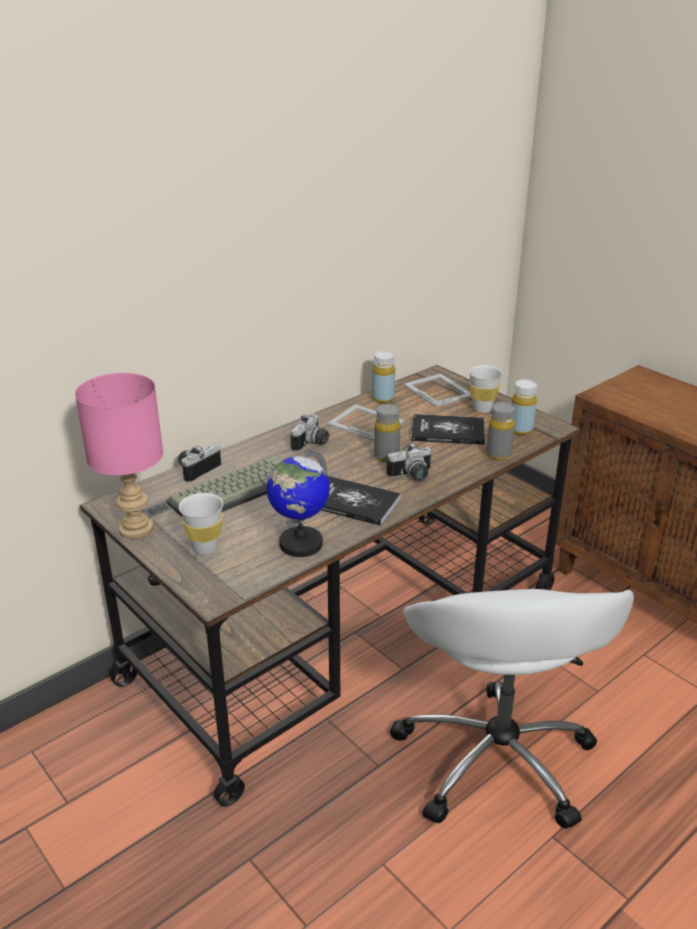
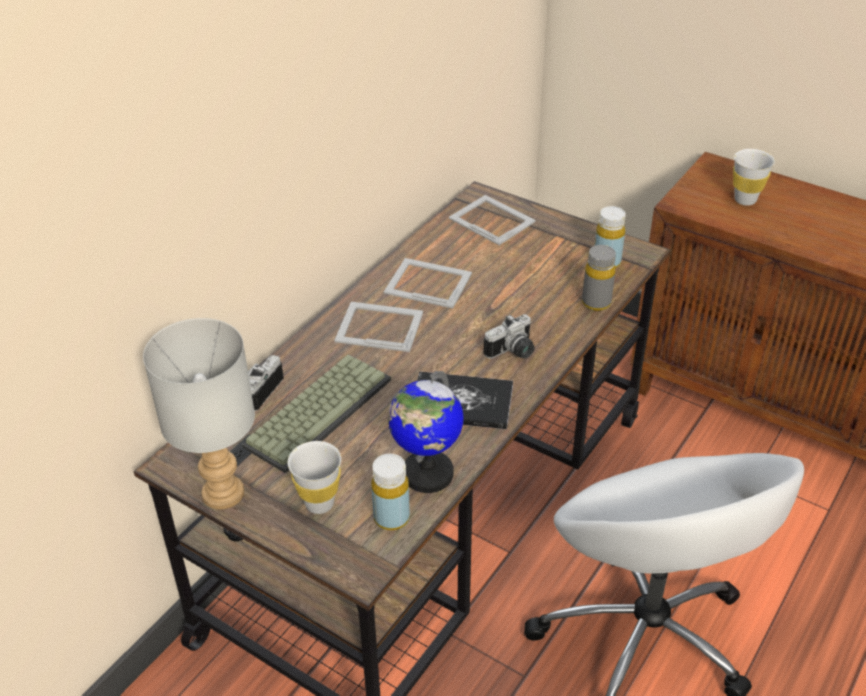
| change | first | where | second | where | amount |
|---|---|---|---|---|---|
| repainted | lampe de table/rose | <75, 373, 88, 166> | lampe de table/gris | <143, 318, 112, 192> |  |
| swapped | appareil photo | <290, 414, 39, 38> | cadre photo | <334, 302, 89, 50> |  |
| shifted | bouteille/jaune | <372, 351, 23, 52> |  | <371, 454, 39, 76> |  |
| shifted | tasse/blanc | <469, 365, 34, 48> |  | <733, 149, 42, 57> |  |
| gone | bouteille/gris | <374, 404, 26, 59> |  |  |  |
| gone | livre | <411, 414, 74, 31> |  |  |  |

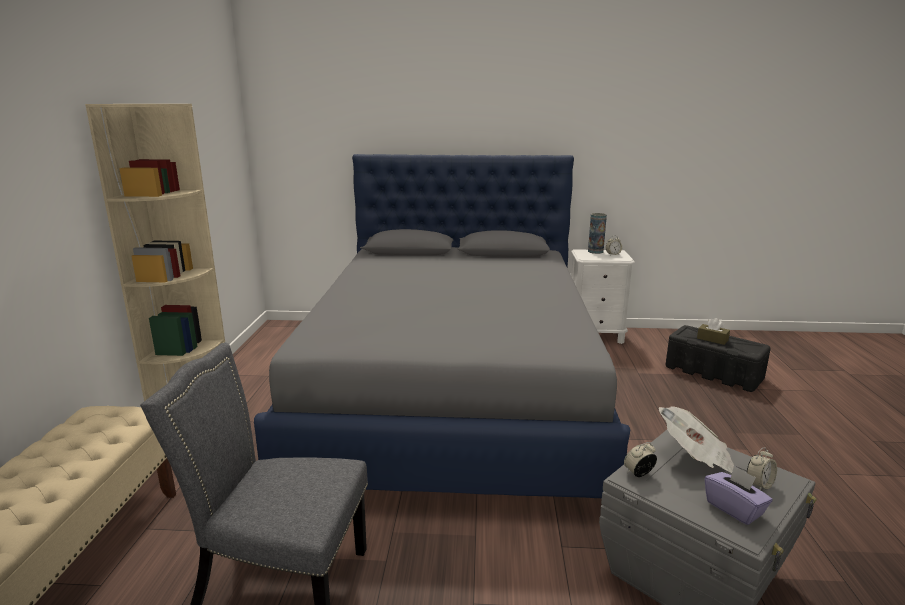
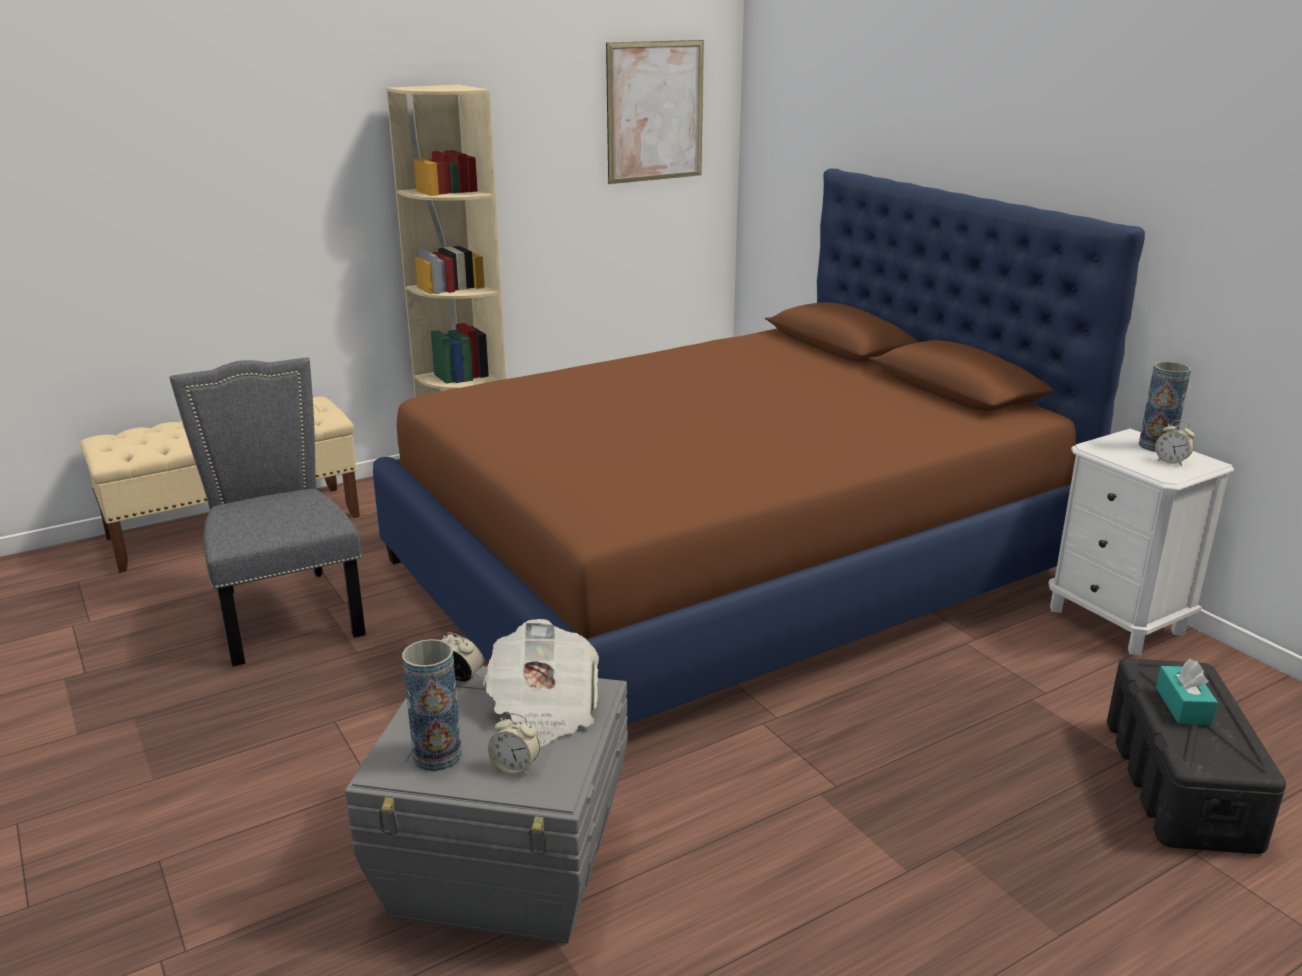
| change | first | where | second | where | amount |
|---|---|---|---|---|---|
| repainted | lit/gris | <254, 154, 376, 344> | lit/marron | <373, 168, 772, 556> |  |
| swapped | boîte à mouchoirs/violet | <705, 465, 68, 60> | vase | <402, 639, 60, 132> |  |
| new |  |  | tableau | <606, 40, 98, 144> |  |
| repainted | boîte à mouchoirs/marron | <697, 318, 33, 27> | boîte à mouchoirs/turquoise | <1156, 658, 62, 67> |  |

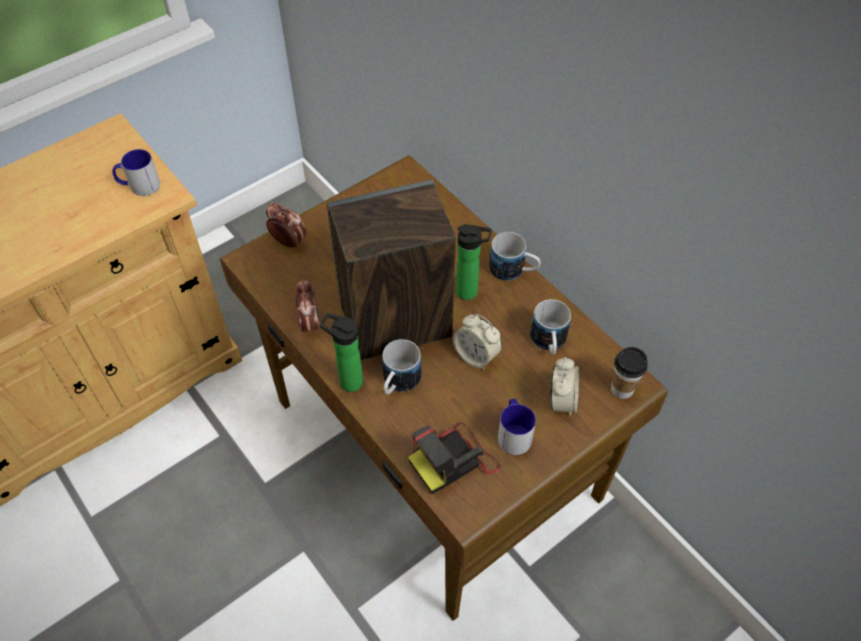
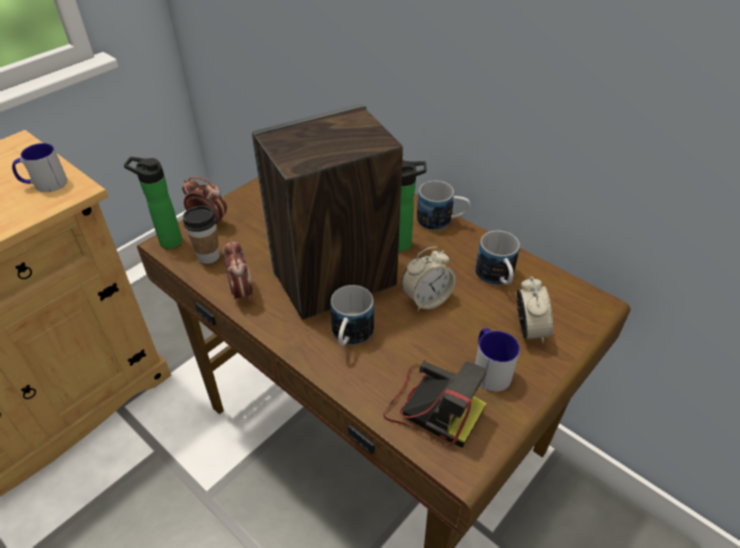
| change | first | where | second | where | amount |
|---|---|---|---|---|---|
| shifted | bouteille | <320, 313, 43, 79> |  | <124, 157, 58, 92> |  |
| shifted | tasse | <611, 347, 37, 52> |  | <183, 206, 37, 58> |  |
| rotated | appareil photo | <408, 422, 93, 72> |  | <383, 360, 104, 88> | 105 degrees counterclockwise |
| rotated | réveil | <453, 314, 49, 56> |  | <402, 247, 54, 65> | 60 degrees counterclockwise |

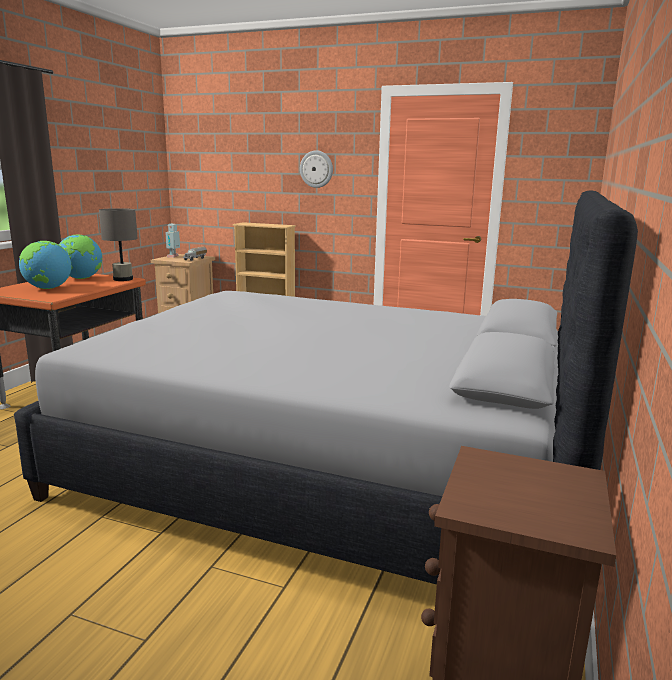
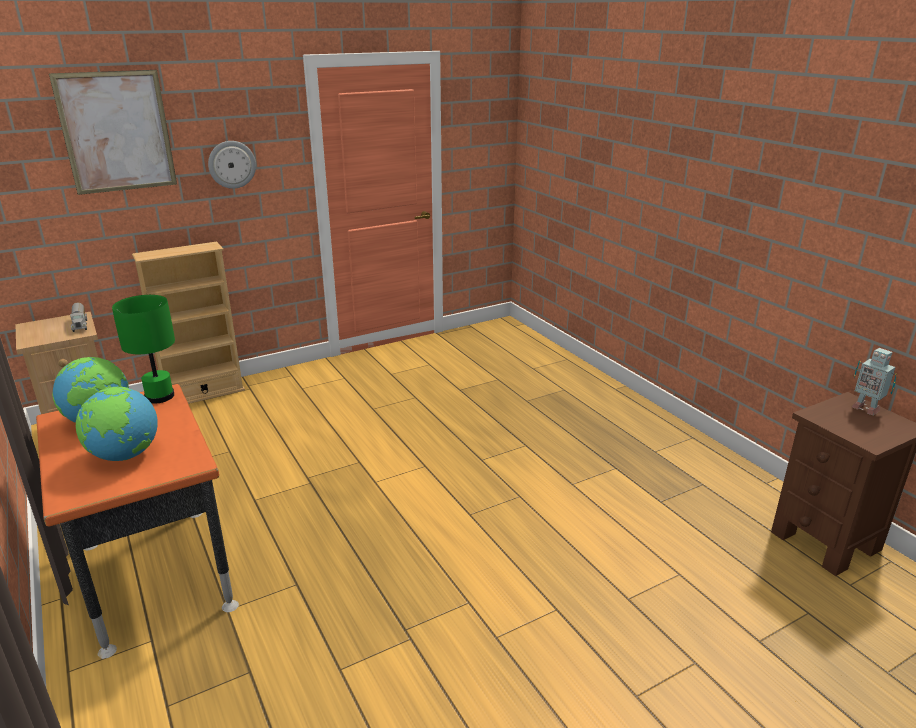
| change | first | where | second | where | amount |
|---|---|---|---|---|---|
| new |  |  | tableau | <49, 70, 128, 125> |  |
| repainted | lampe de table/gris | <99, 208, 38, 73> | lampe de table/vert | <112, 295, 63, 108> |  |
| shifted | robot jouet | <165, 223, 15, 35> |  | <852, 348, 45, 68> |  |
| gone | lit/gris | <14, 190, 624, 395> |  |  |  |

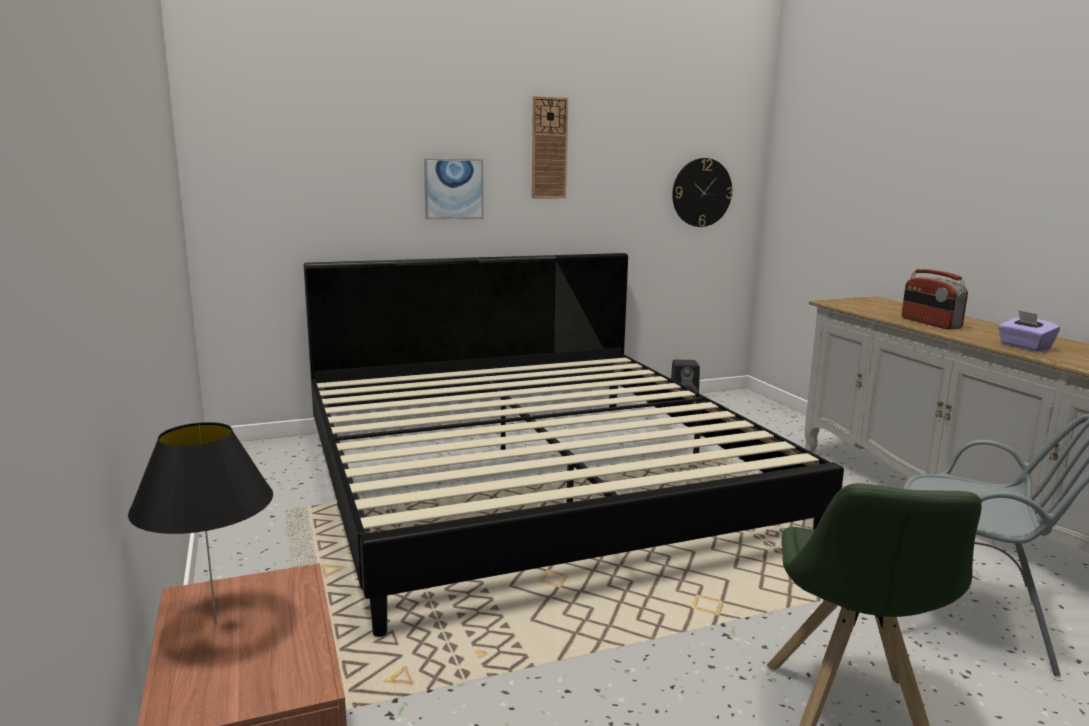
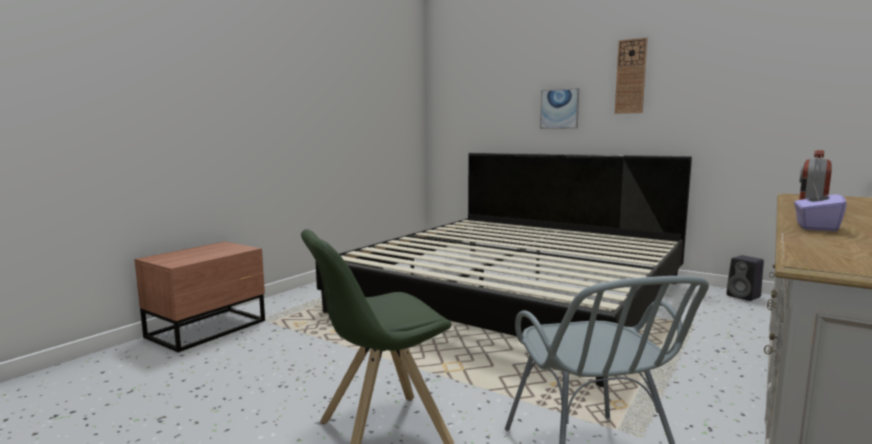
| change | first | where | second | where | amount |
|---|---|---|---|---|---|
| gone | lampe de table/noir | <128, 422, 145, 203> |  |  |  |
| gone | horloge murale | <672, 158, 61, 69> |  |  |  |

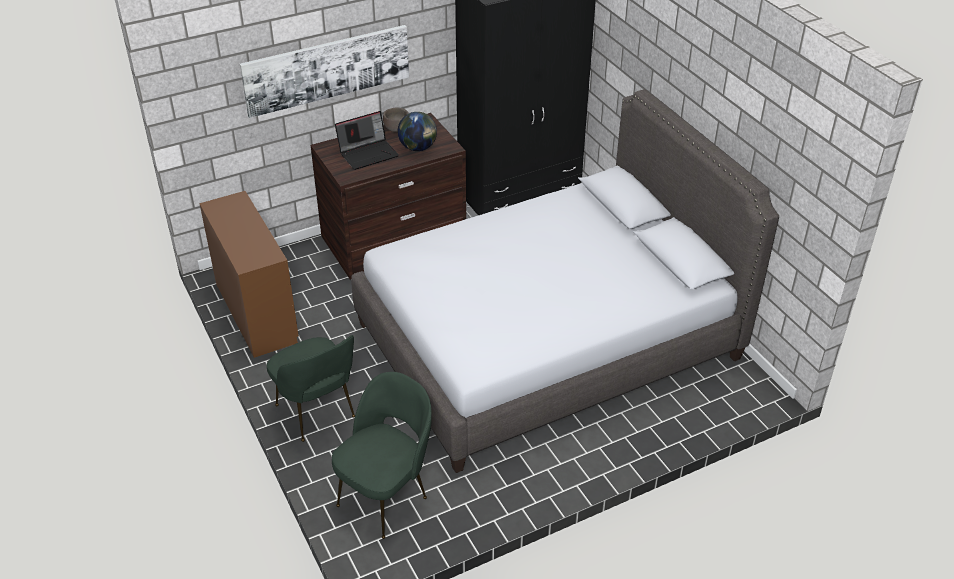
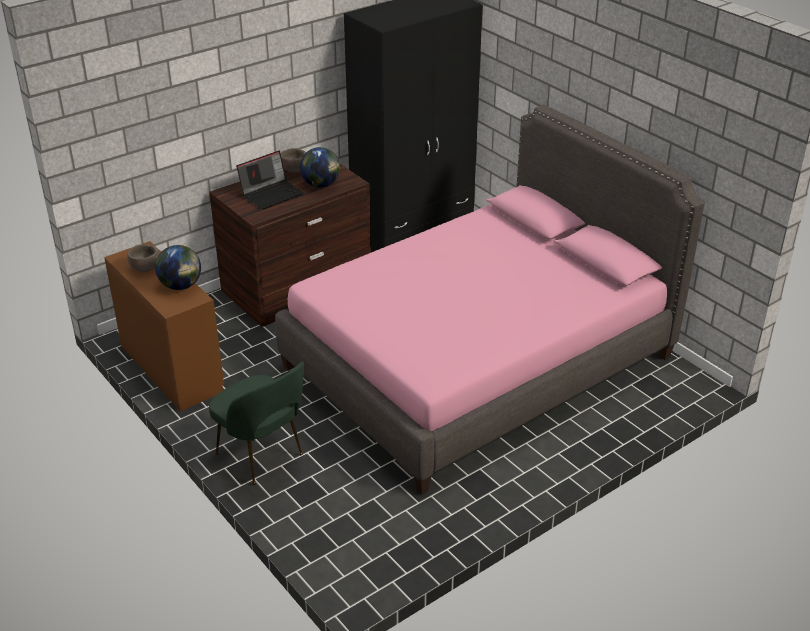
| change | first | where | second | where | amount |
|---|---|---|---|---|---|
| new |  |  | bol/marron | <127, 244, 32, 28> |  |
| new |  |  | globe | <155, 245, 46, 45> |  |
| repainted | lit/gris | <351, 89, 428, 384> | lit/rose | <275, 105, 430, 390> |  |
| gone | tableau | <240, 25, 169, 93> |  |  |  |
| gone | chaise/vert | <332, 372, 100, 167> |  |  |  |

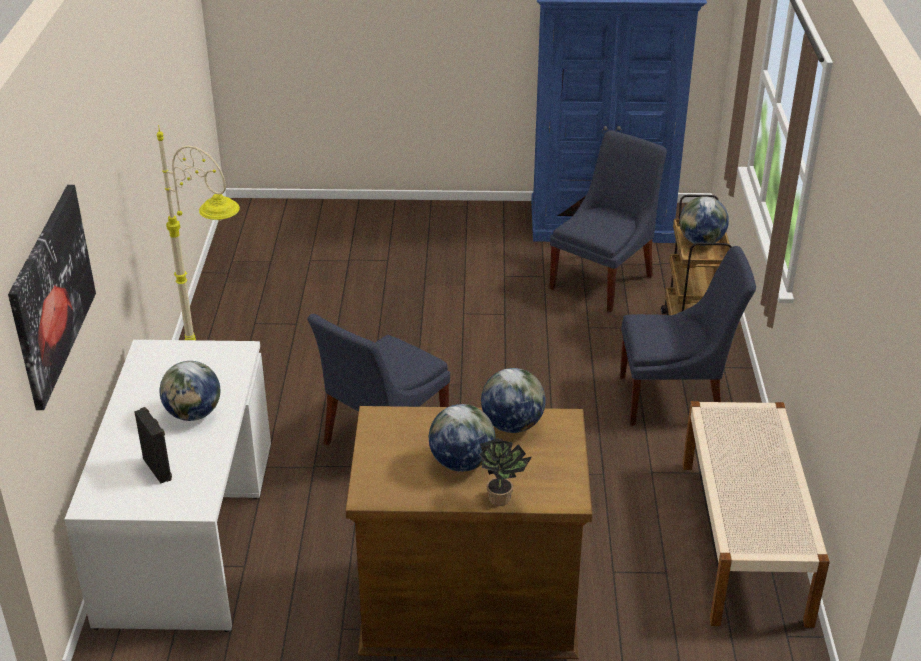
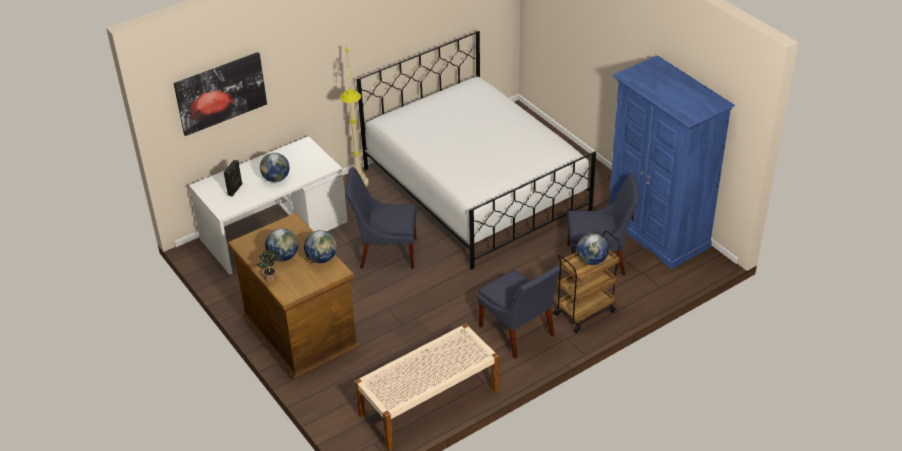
| change | first | where | second | where | amount |
|---|---|---|---|---|---|
| new |  |  | lit/blanc | <356, 31, 240, 239> |  |

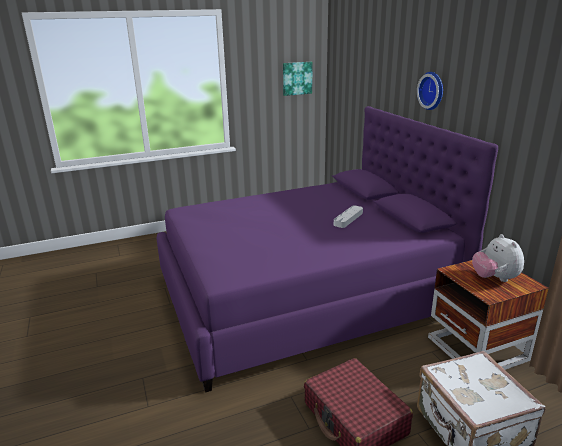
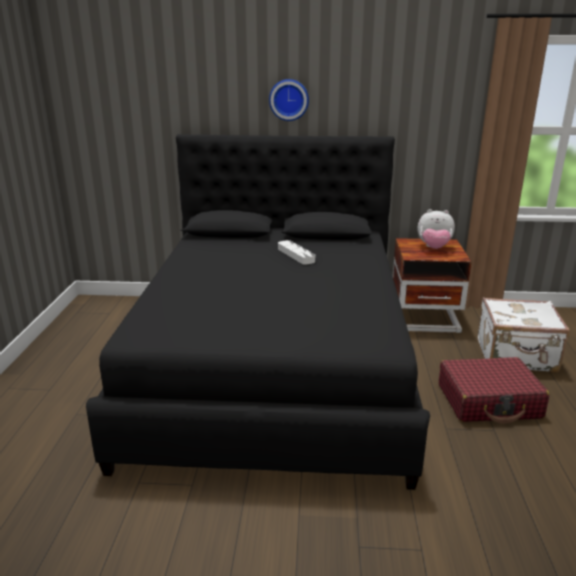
| change | first | where | second | where | amount |
|---|---|---|---|---|---|
| repainted | lit/violet | <156, 106, 342, 287> | lit/noir | <86, 134, 344, 356> |  |
| gone | tableau | <283, 62, 29, 34> |  |  |  |

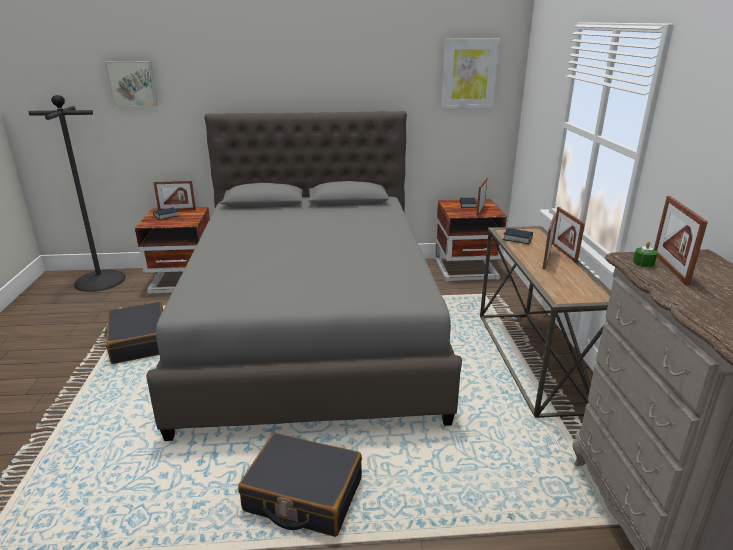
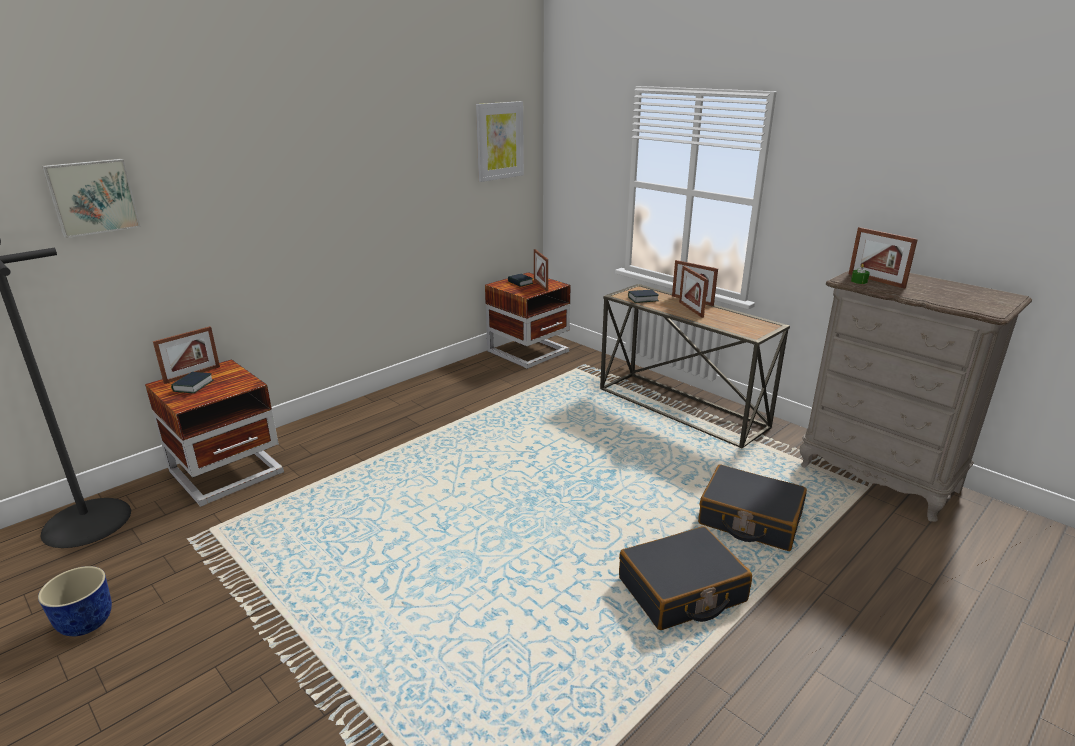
| change | first | where | second | where | amount |
|---|---|---|---|---|---|
| new |  |  | cache-pot | <38, 566, 74, 70> |  |
| shifted | valise/noir | <105, 301, 58, 63> |  | <698, 464, 109, 87> |  |
| gone | lit/gris | <146, 111, 316, 330> |  |  |  |

